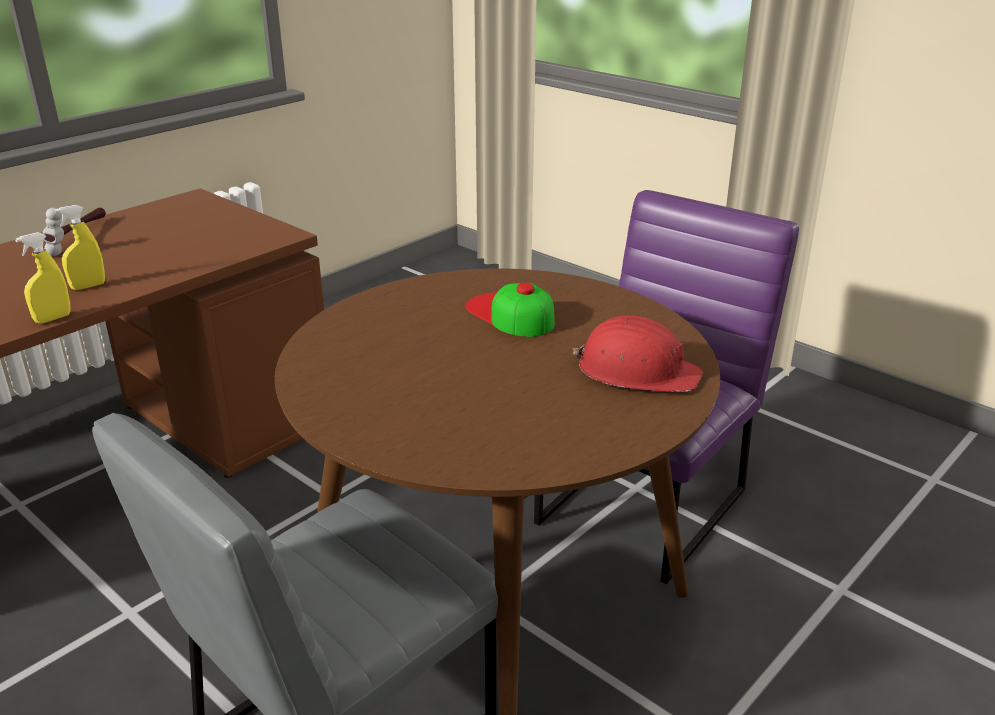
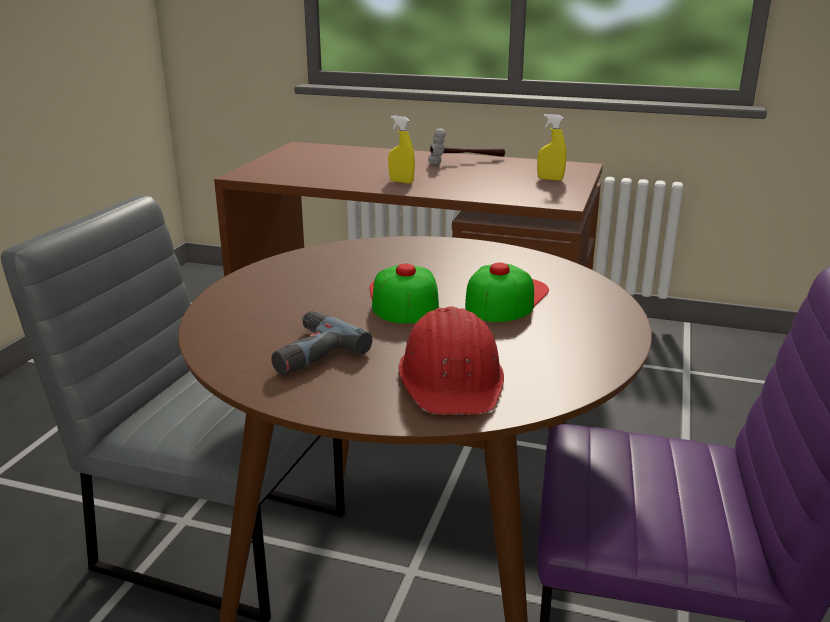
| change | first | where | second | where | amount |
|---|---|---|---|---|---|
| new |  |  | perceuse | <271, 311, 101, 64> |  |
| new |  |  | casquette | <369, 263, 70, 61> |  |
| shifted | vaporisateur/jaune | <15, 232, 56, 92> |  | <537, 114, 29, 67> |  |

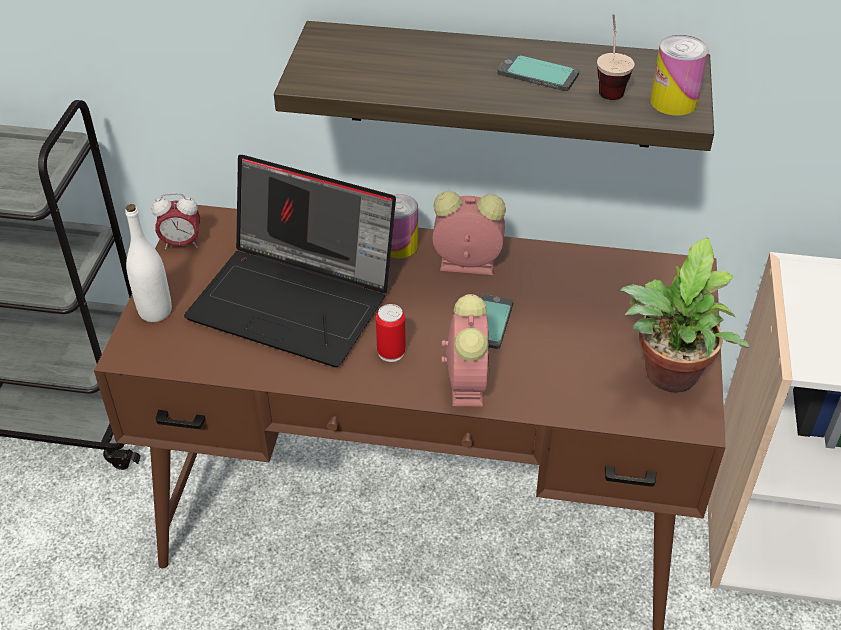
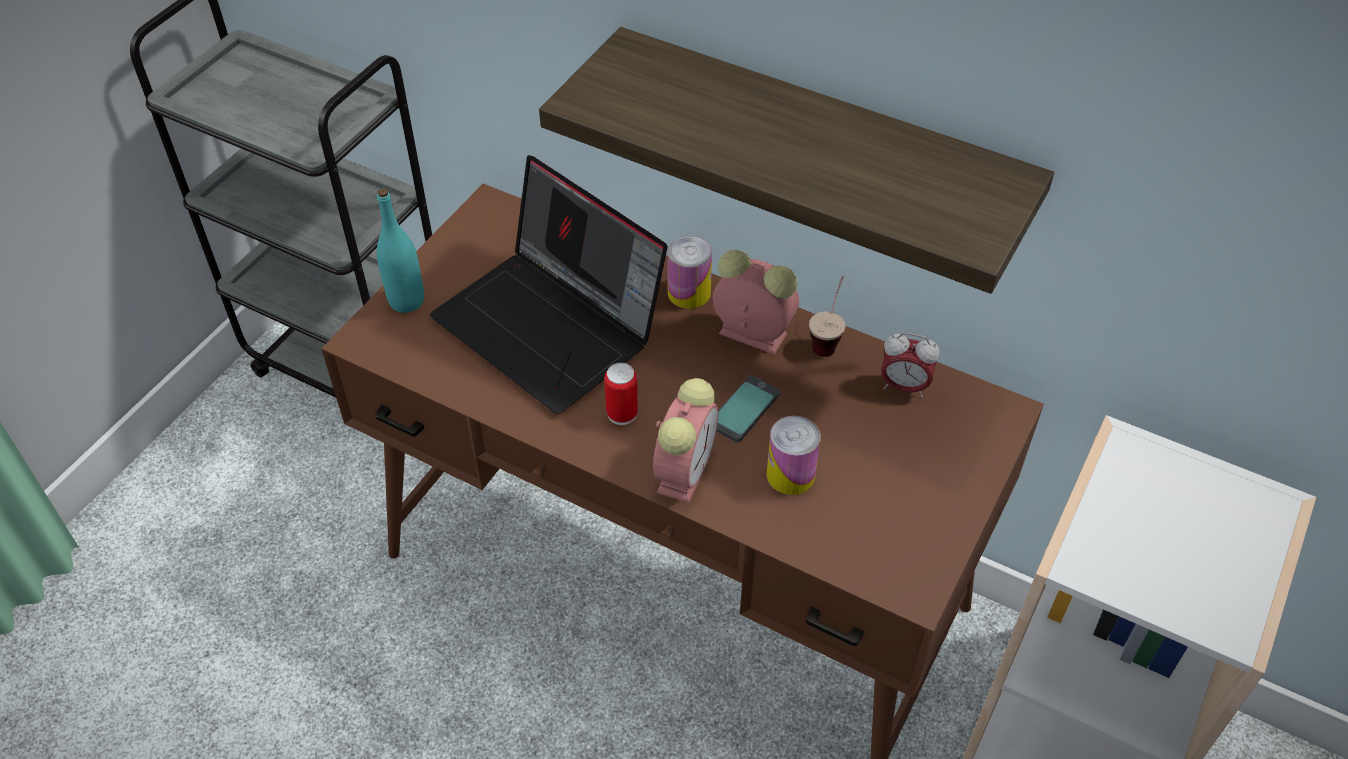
| change | first | where | second | where | amount |
|---|---|---|---|---|---|
| repainted | bouteille/blanc | <125, 204, 47, 118> | bouteille/turquoise | <377, 188, 47, 125> |  |
| shifted | boîte métallique | <650, 35, 59, 81> |  | <767, 416, 54, 79> |  |
| shifted | tasse | <597, 14, 38, 86> |  | <809, 275, 36, 82> |  |
| shifted | réveil | <152, 193, 48, 56> |  | <881, 333, 59, 64> |  |
| gone | téléphone | <498, 53, 81, 38> |  |  |  |
| gone | plante en pot | <620, 238, 130, 155> |  |  |  |

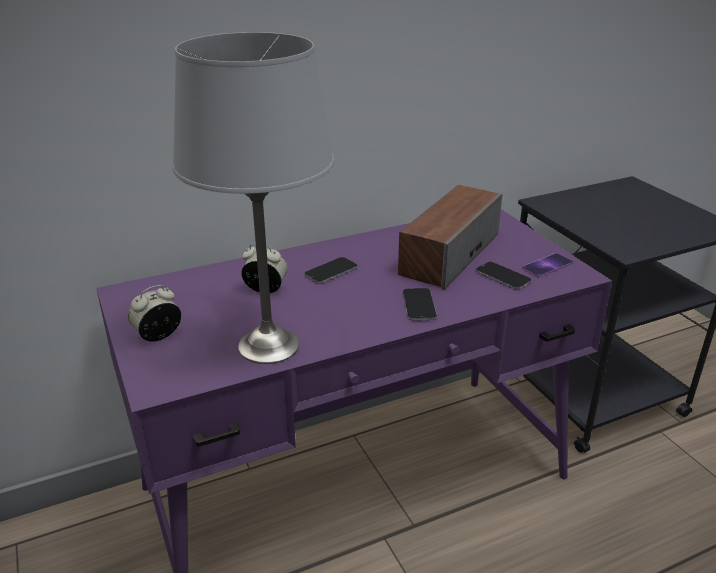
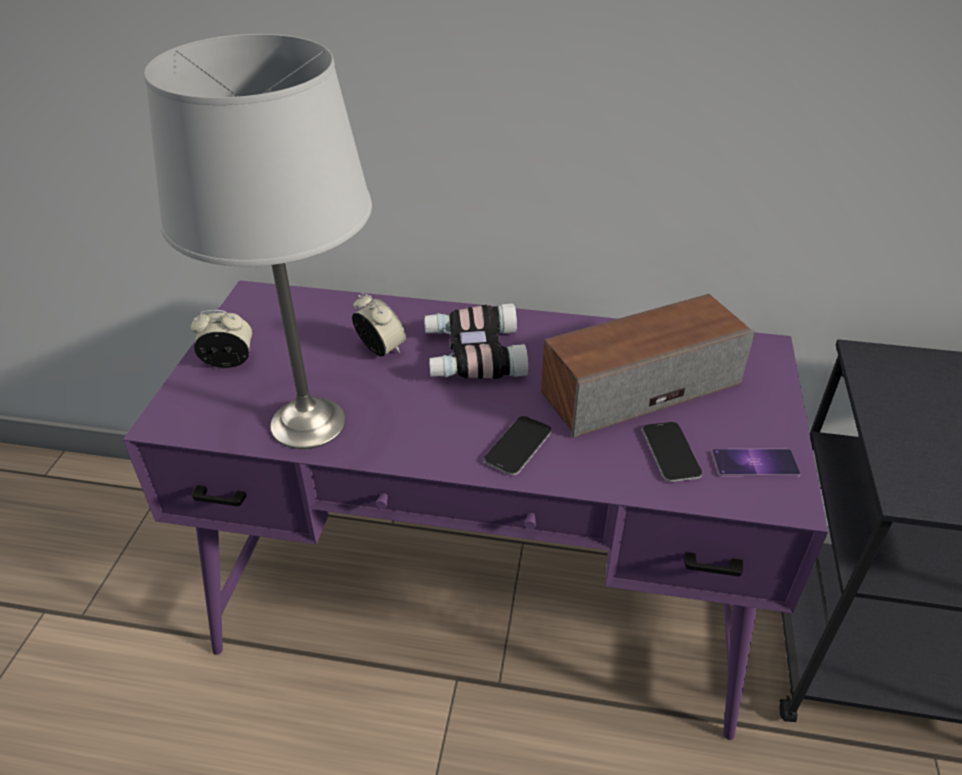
| change | first | where | second | where | amount |
|---|---|---|---|---|---|
| swapped | téléphone | <304, 257, 53, 27> | jumelles | <424, 303, 104, 76> |  |

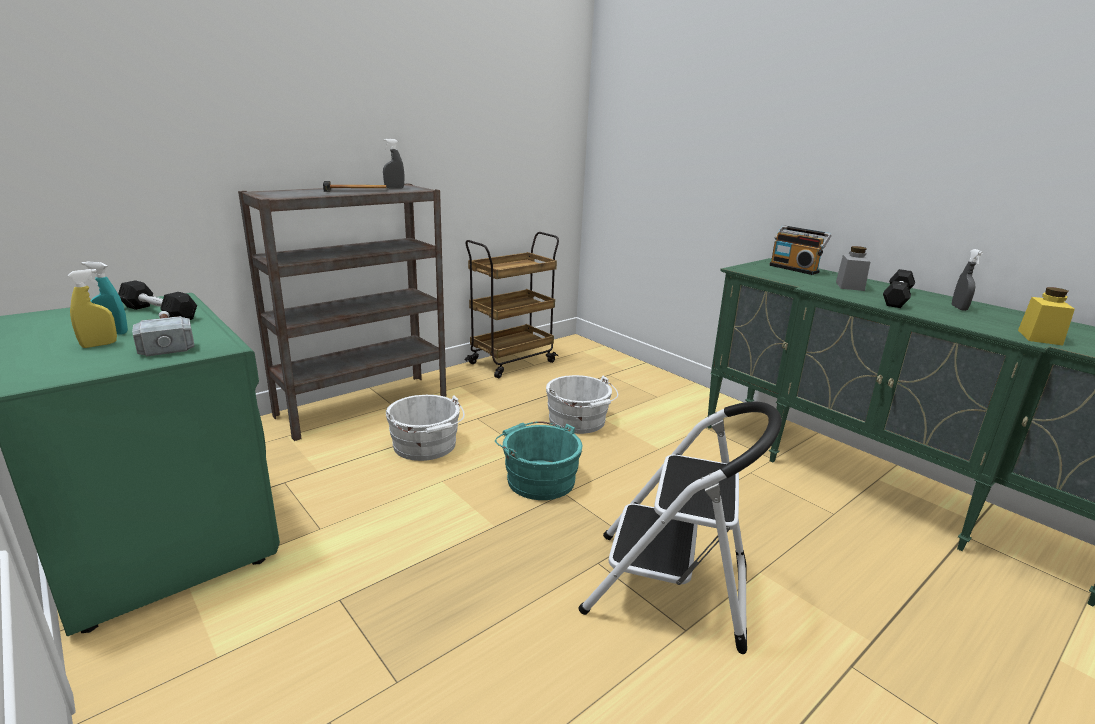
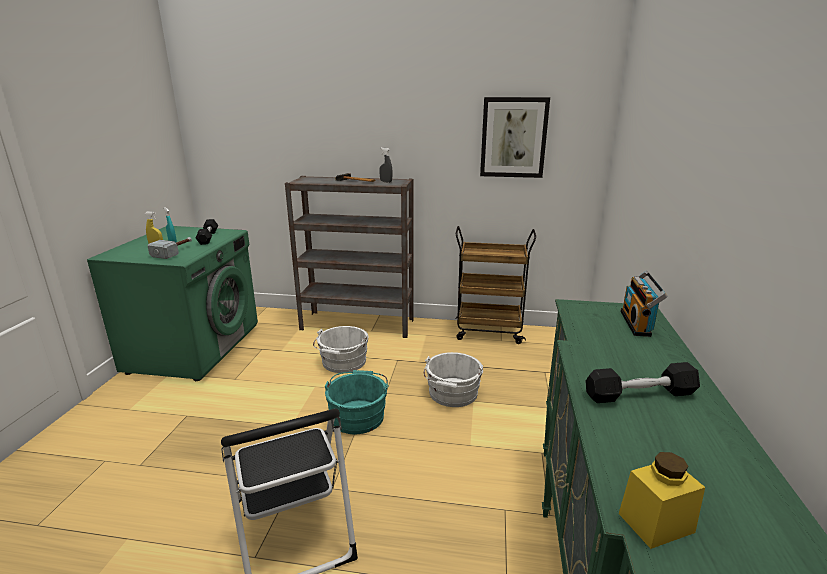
| change | first | where | second | where | amount |
|---|---|---|---|---|---|
| new |  |  | tableau | <480, 97, 70, 81> |  |
| gone | bocal/gris | <836, 246, 34, 45> |  |  |  |
| gone | vaporisateur/gris | <952, 249, 31, 62> |  |  |  |

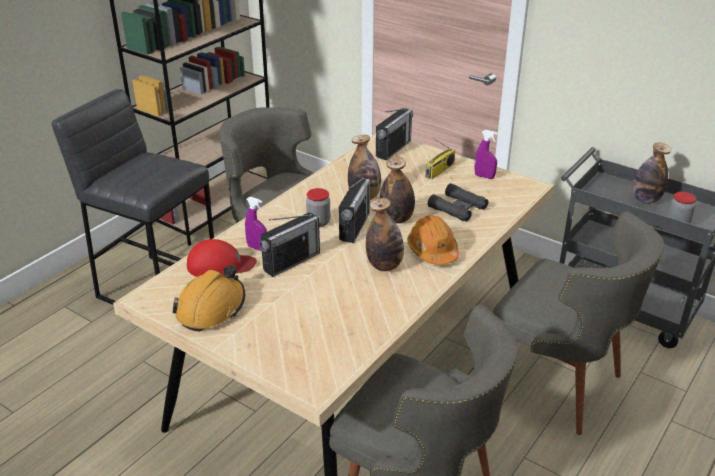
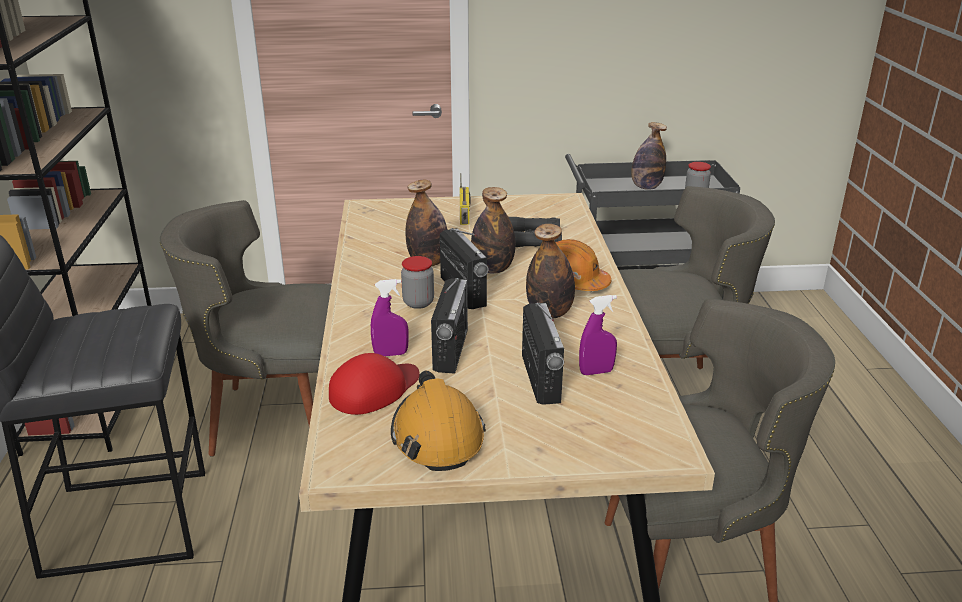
| change | first | where | second | where | amount |
|---|---|---|---|---|---|
| shifted | radio | <376, 108, 37, 52> |  | <522, 303, 42, 102> |  |
| shifted | vaporisateur/violet | <475, 130, 23, 49> |  | <579, 295, 38, 80> |  |

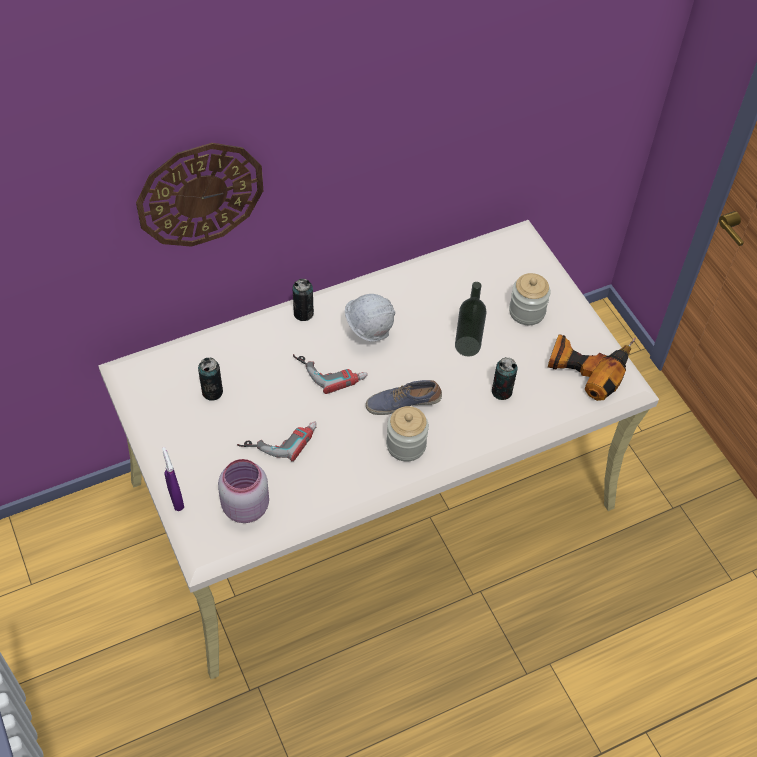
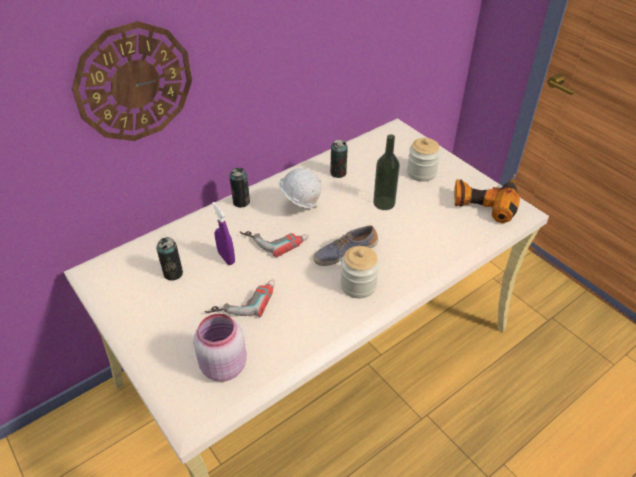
| change | first | where | second | where | amount |
|---|---|---|---|---|---|
| shifted | vaporisateur/violet | <162, 447, 22, 64> |  | <212, 202, 23, 63> |  |
| shifted | boîte métallique | <492, 357, 25, 43> |  | <330, 139, 18, 39> |  |

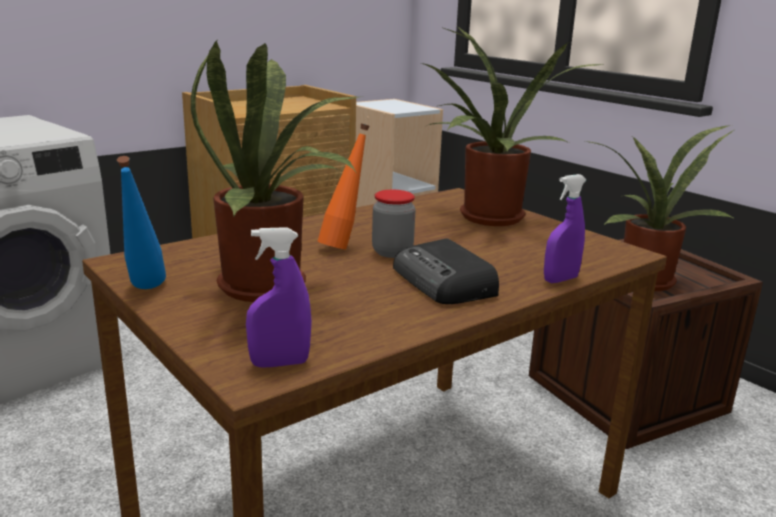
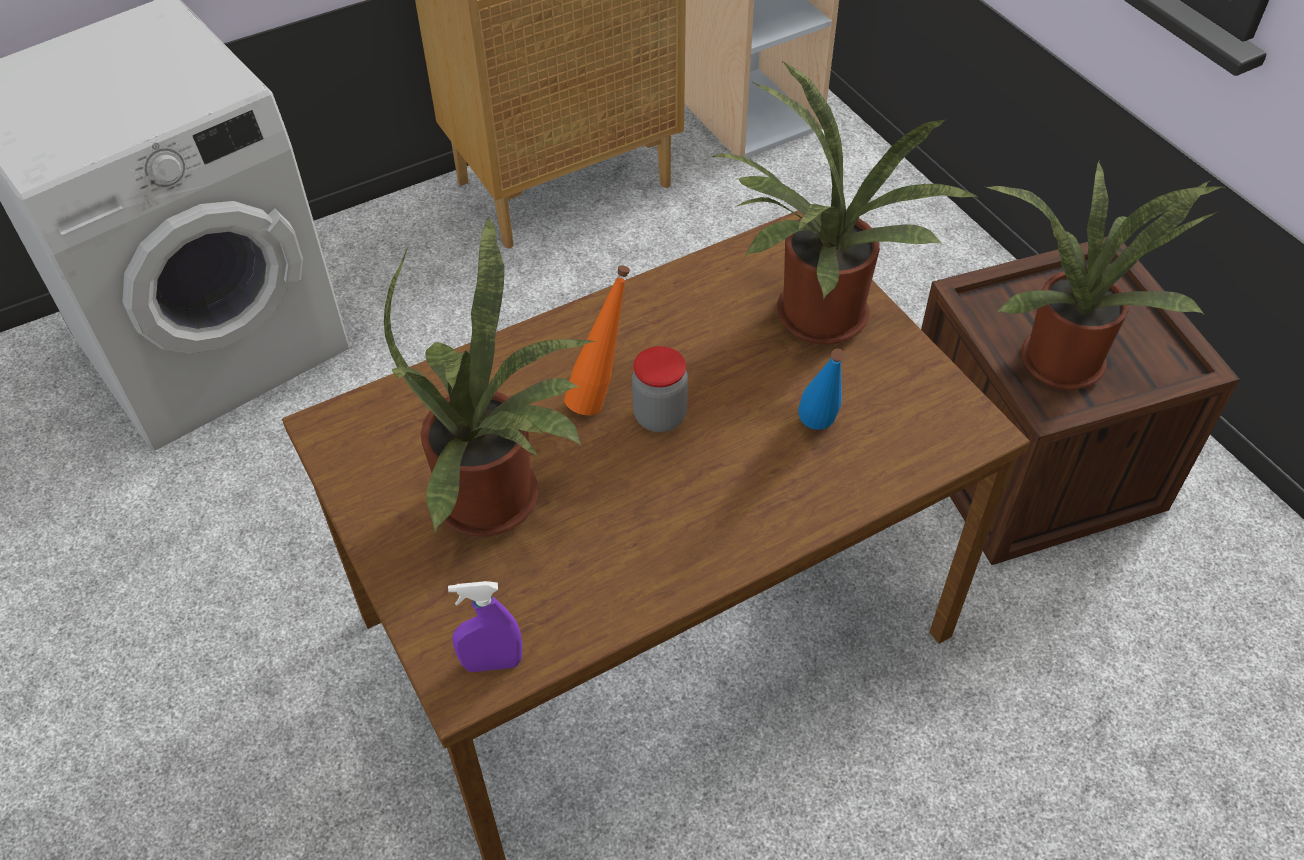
| change | first | where | second | where | amount |
|---|---|---|---|---|---|
| shifted | bouteille/bleu | <117, 156, 49, 133> |  | <798, 349, 47, 81> |  |
| gone | radio | <393, 238, 106, 66> |  |  |  |
| gone | vaporisateur/violet | <544, 174, 43, 109> |  |  |  |

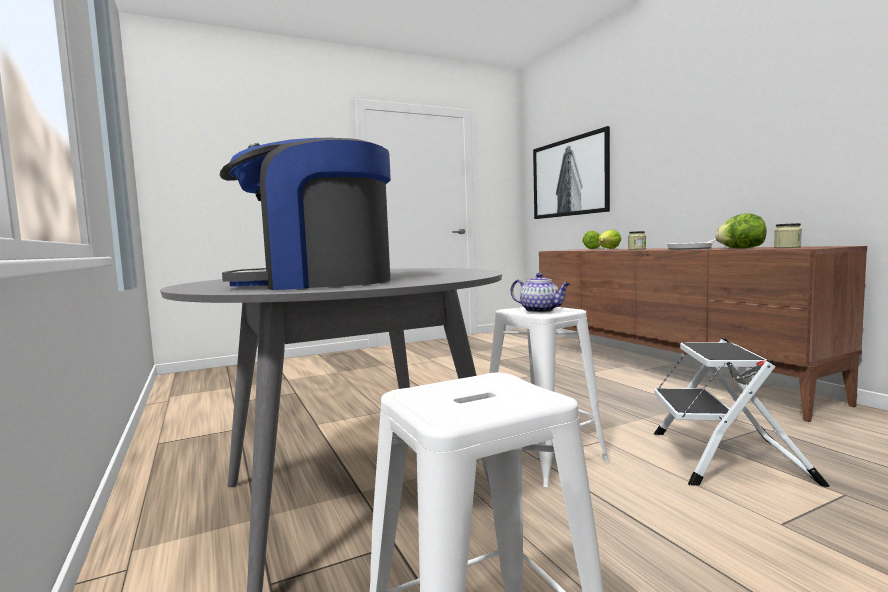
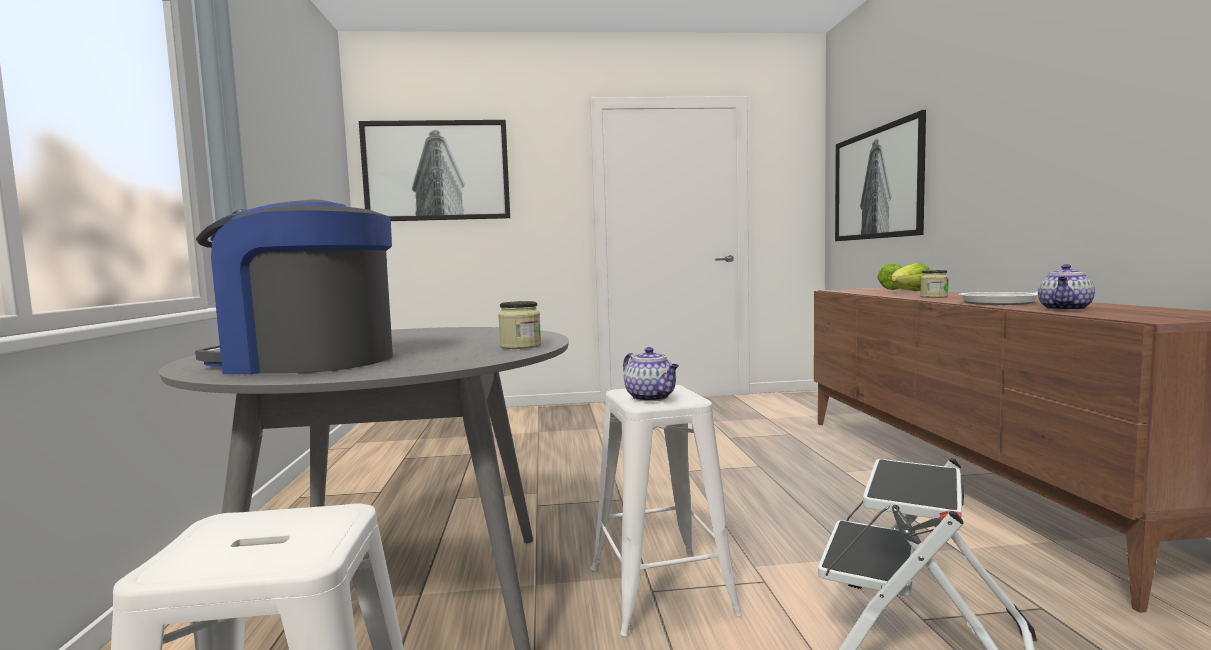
| change | first | where | second | where | amount |
|---|---|---|---|---|---|
| new |  |  | tableau | <359, 120, 151, 101> |  |
| shifted | bocal | <774, 223, 28, 25> |  | <498, 301, 43, 48> |  |
| swapped | laitue | <715, 213, 51, 36> | théière | <1038, 264, 57, 46> |  |

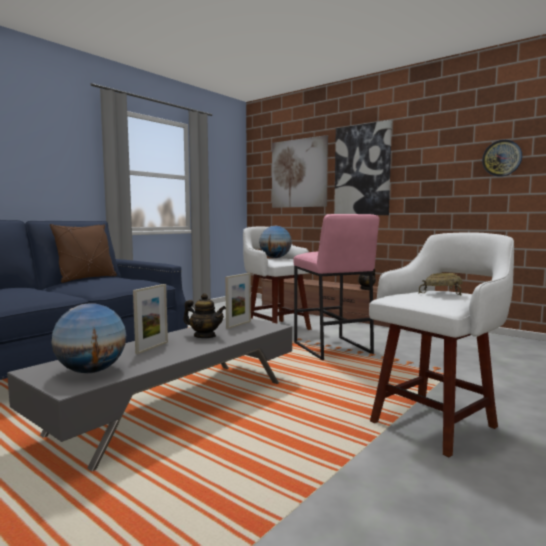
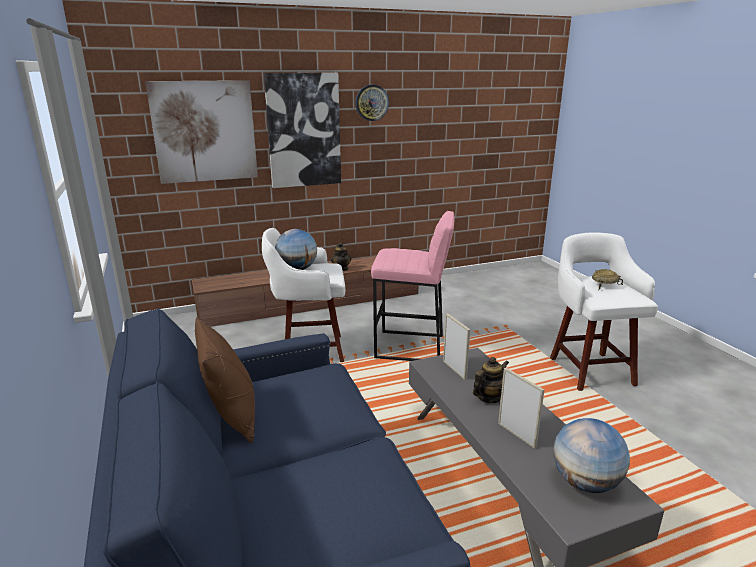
| change | first | where | second | where | amount |
|---|---|---|---|---|---|
| shifted | horloge murale | <482, 140, 40, 37> |  | <356, 85, 33, 36> |  |

